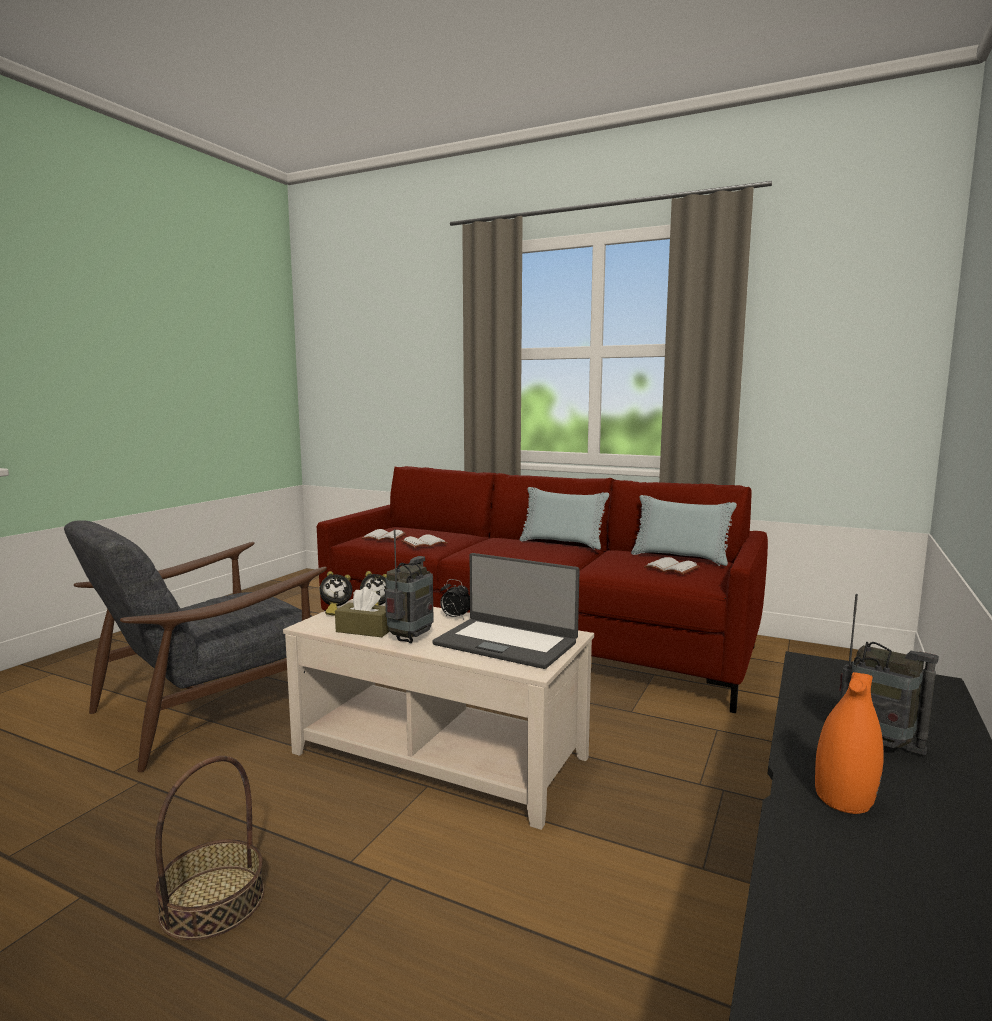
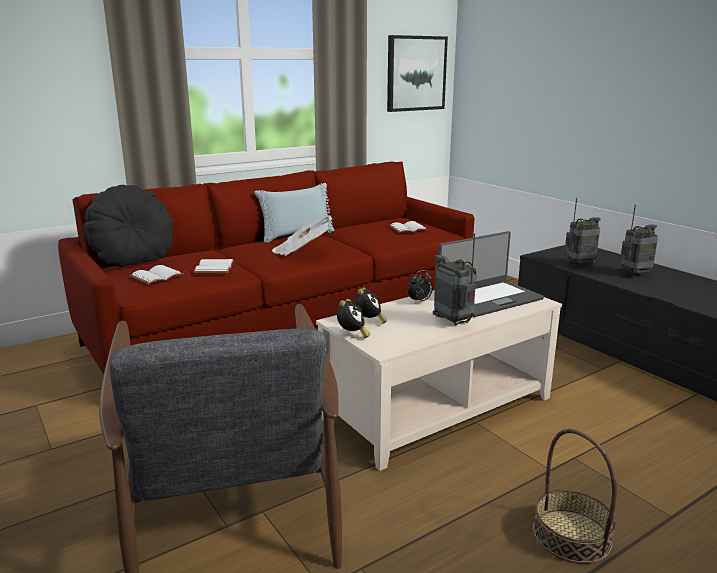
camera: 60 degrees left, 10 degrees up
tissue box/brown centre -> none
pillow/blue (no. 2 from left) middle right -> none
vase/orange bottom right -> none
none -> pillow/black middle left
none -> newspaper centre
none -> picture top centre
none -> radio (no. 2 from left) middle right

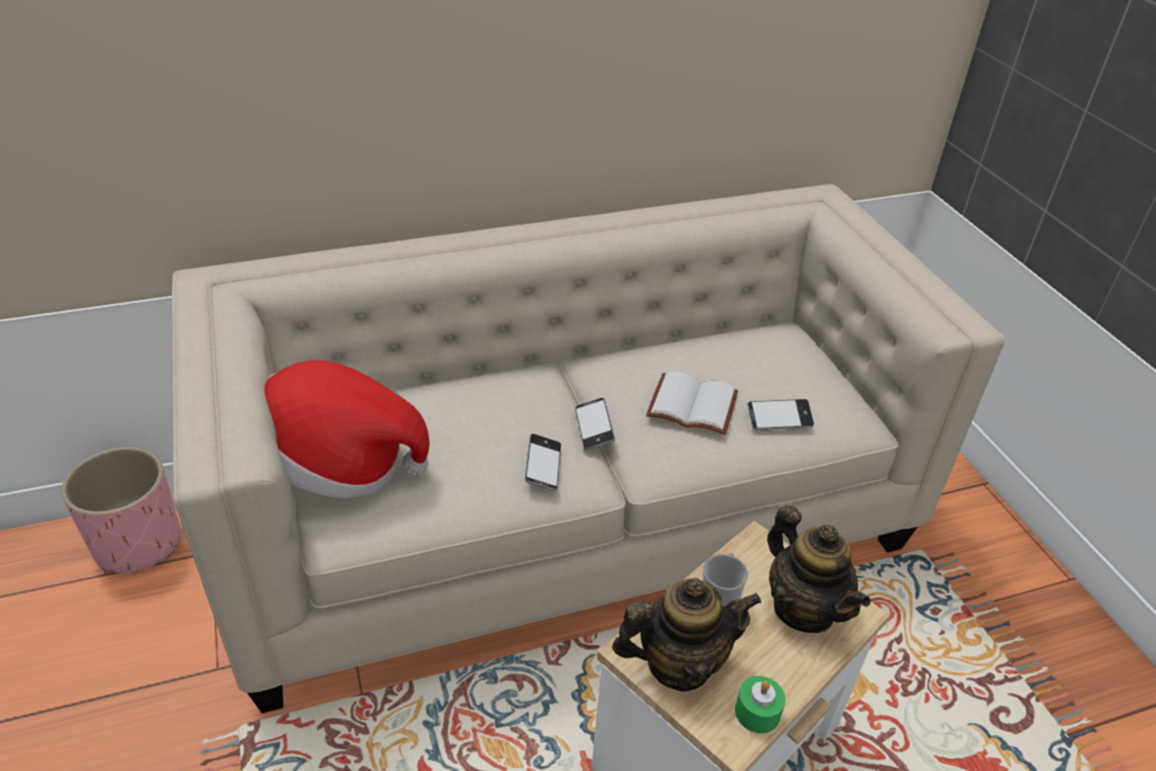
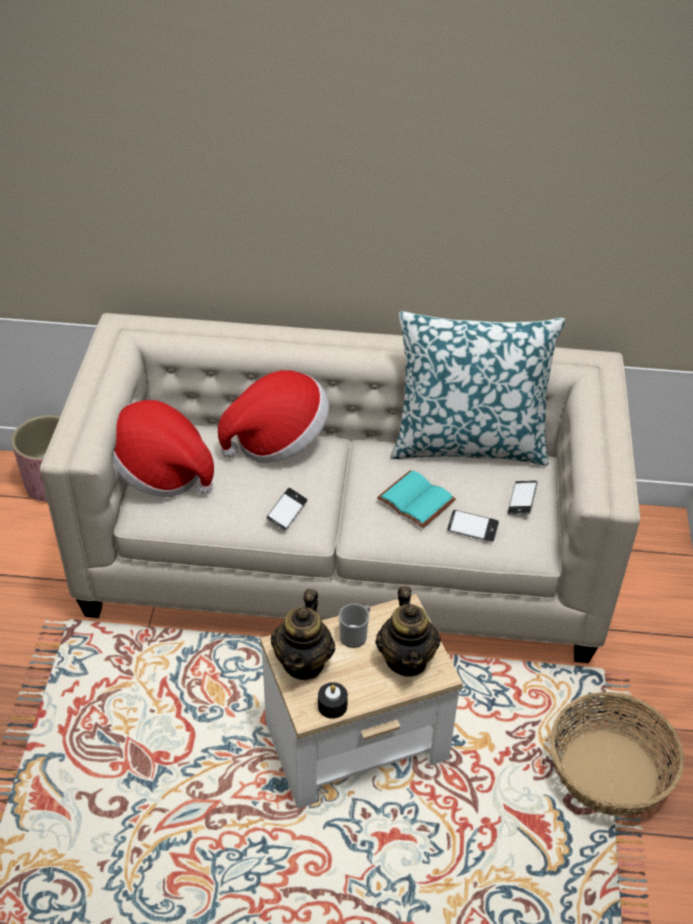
camera: 25 degrees right, 5 degrees up
phone (no. 2 from left in the first image) centre -> phone (no. 3 from left) middle right, relocated
teapot (no. 1 from left) bottom centre, 90 degrees clockwise
book/white centre -> book/turquoise centre
candle/green bottom centre -> candle/black bottom centre
none -> hat (no. 2 from left) centre
none -> pillow middle right
none -> basket bottom right

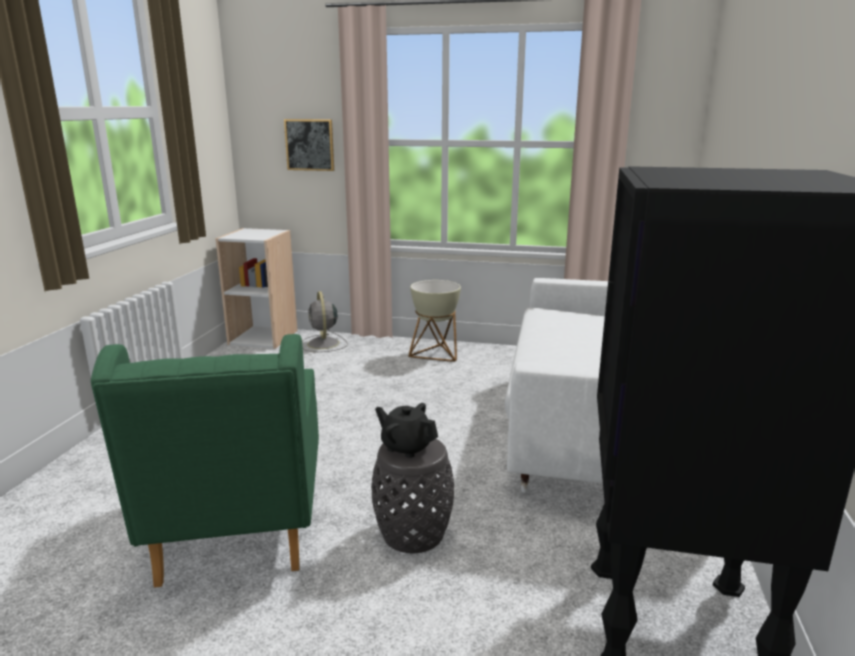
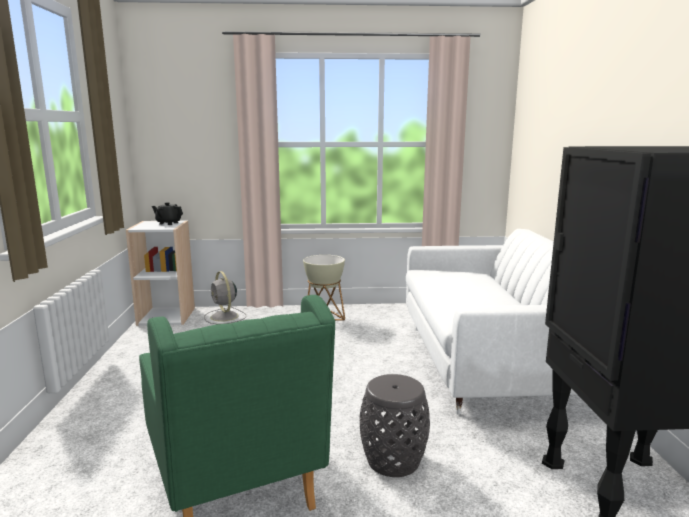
camera: 15 degrees left, 5 degrees down
picture top centre -> none
teapot/black centre -> teapot/black middle left, relocated

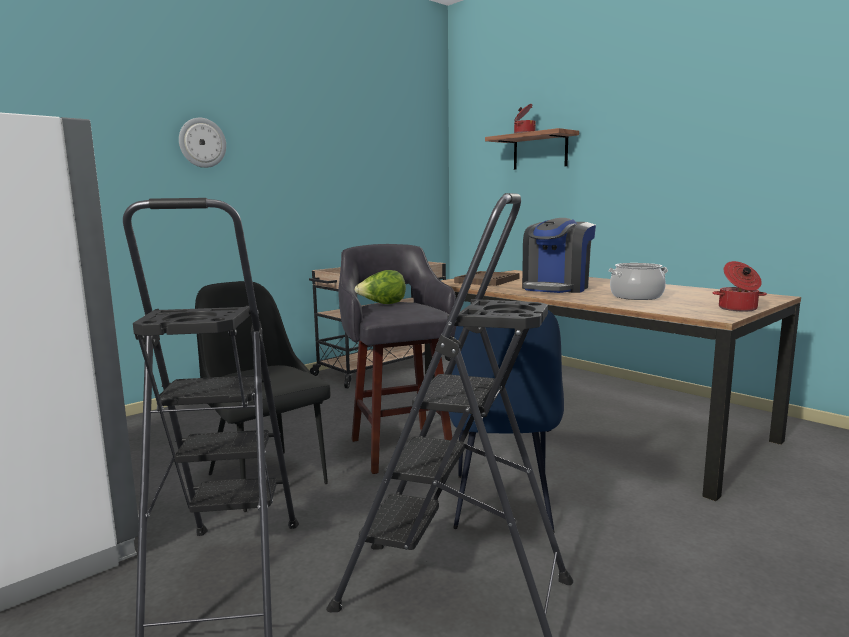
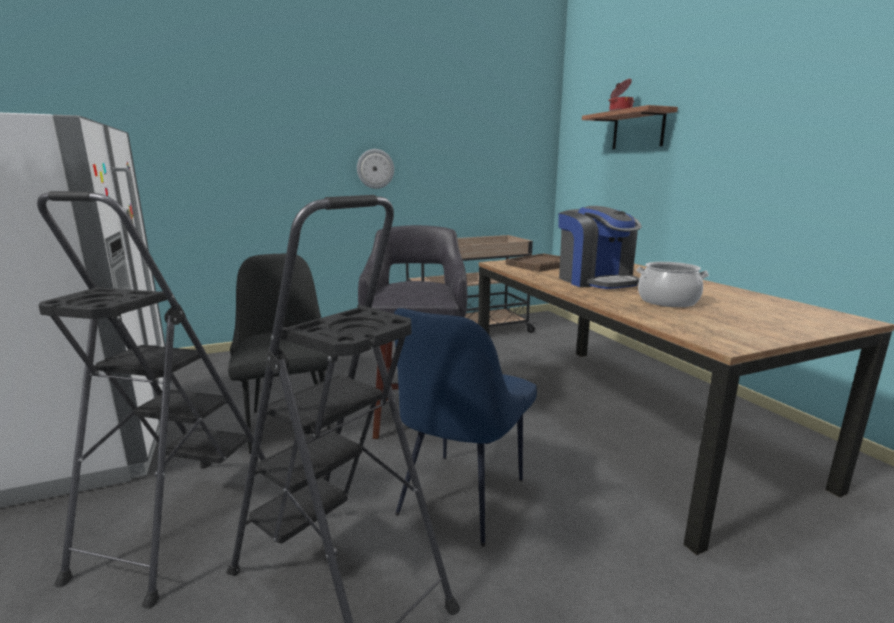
camera: 20 degrees right, 5 degrees up
wall clock top left -> wall clock top centre, relocated
lettuce centre -> none
coffee machine centre -> coffee machine middle right, 75 degrees counterclockwise
cooking pot (no. 3 from left) middle right -> none

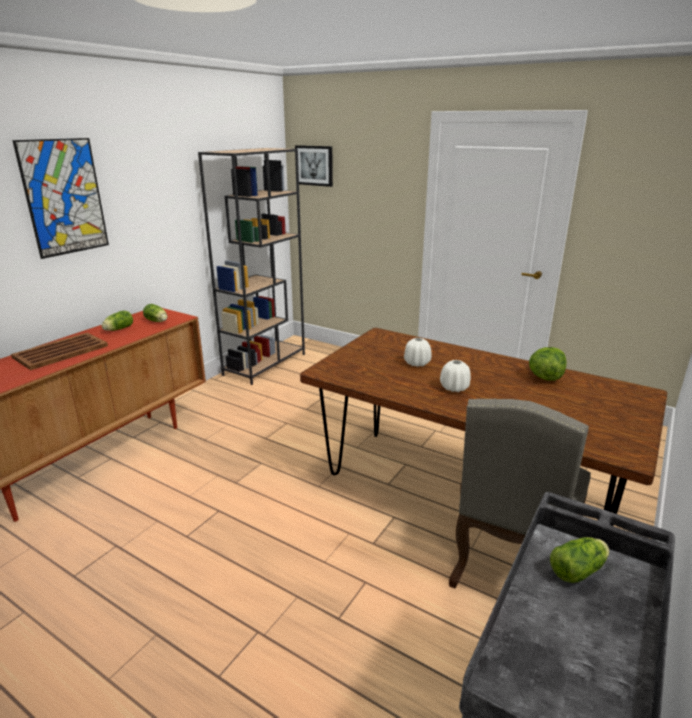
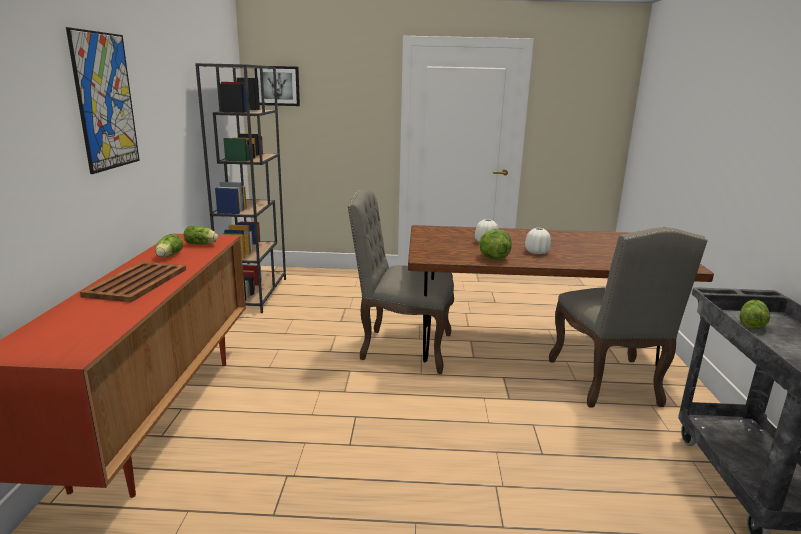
camera: 30 degrees left, 5 degrees down
lettuce (no. 3 from left) middle right -> lettuce (no. 3 from left) centre, relocated
none -> chair/grey (no. 1 from left) centre

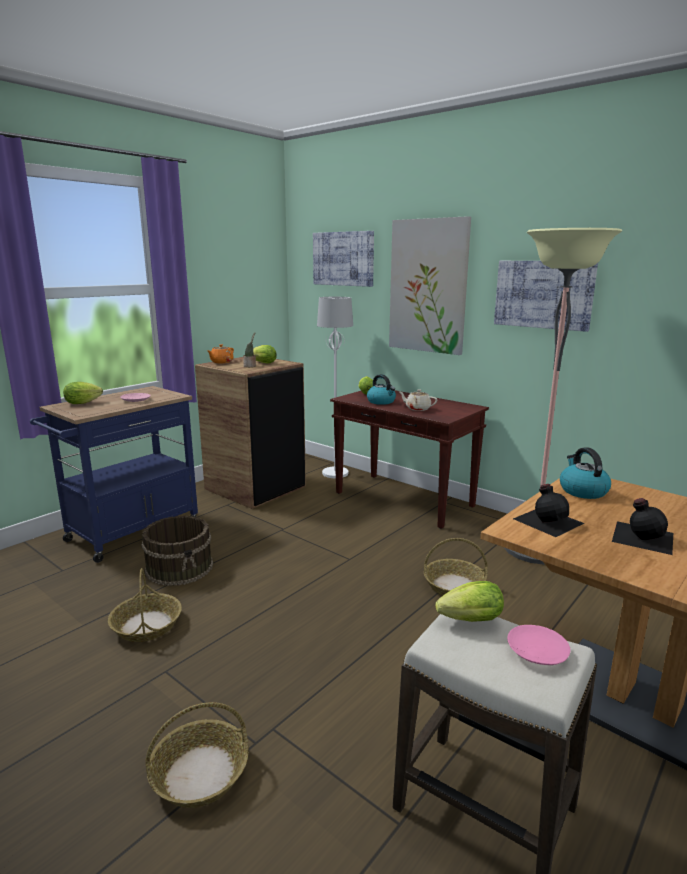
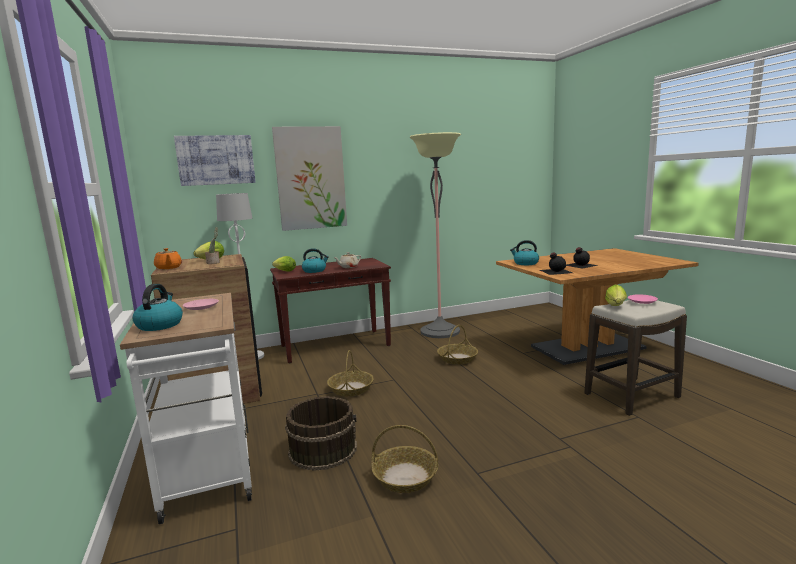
camera: 60 degrees left, 5 degrees down
cart/blue middle left -> cart/white bottom left
lettuce (no. 1 from left) middle left -> kettle (no. 1 from left) middle left
basket (no. 2 from left in the first image) bottom left -> basket (no. 1 from left) centre, relocated
picture (no. 3 from left) middle right -> none

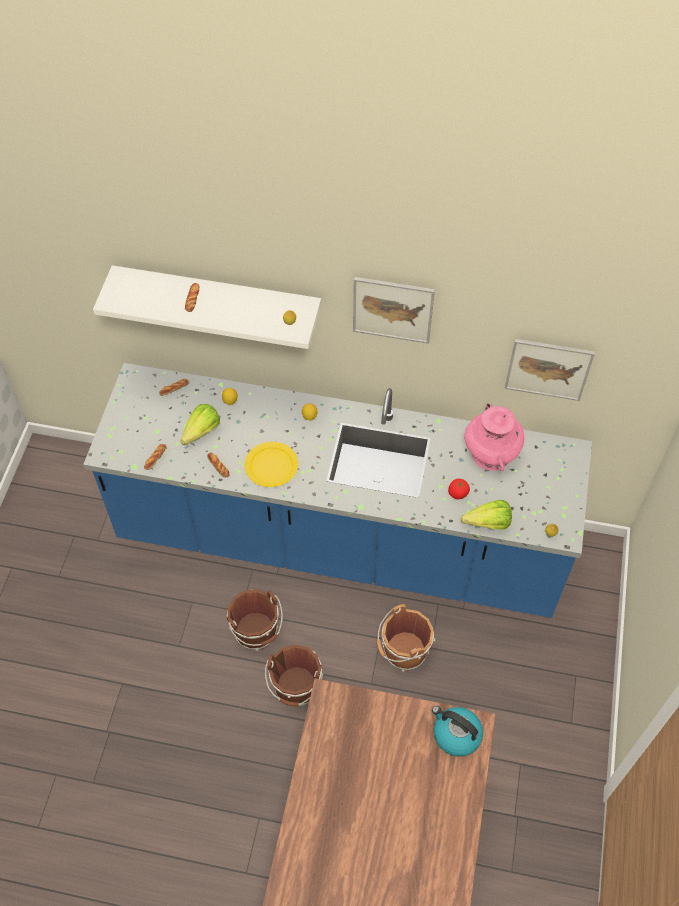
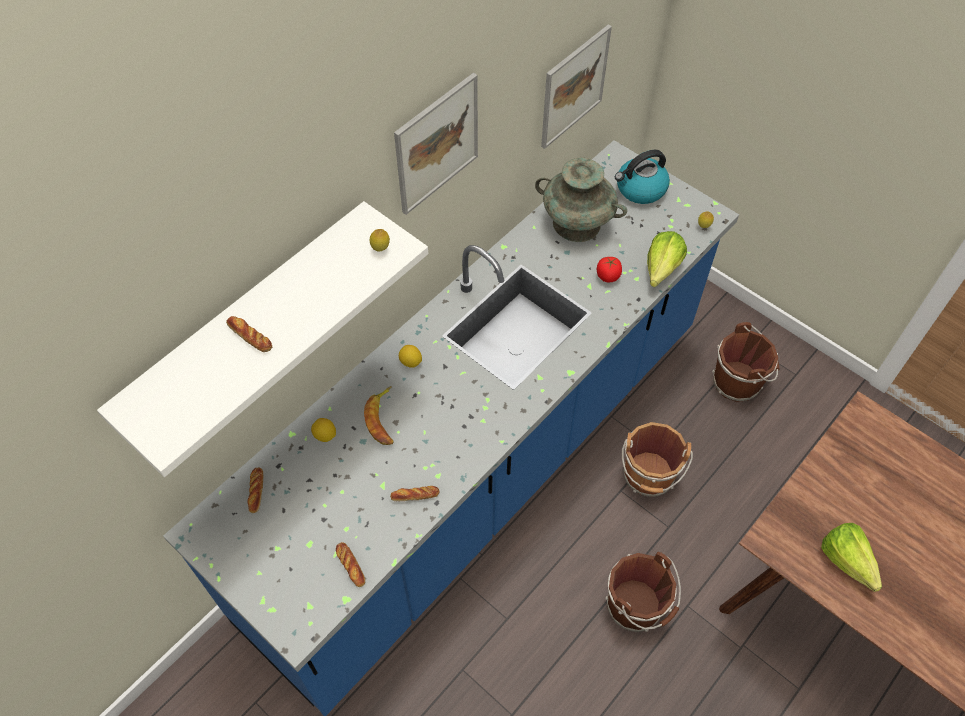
camera: 60 degrees left, 0 degrees up
lettuce (no. 1 from left in the first image) middle left -> lettuce (no. 2 from left) bottom right, relocated
bucket/brown (no. 1 from left in the first image) bottom centre -> bucket/brown (no. 3 from left) middle right, relocated
plate/yellow centre -> none
kettle bottom right -> kettle top centre, relocated
vase/pink middle right -> vase/turquoise top centre
none -> banana centre

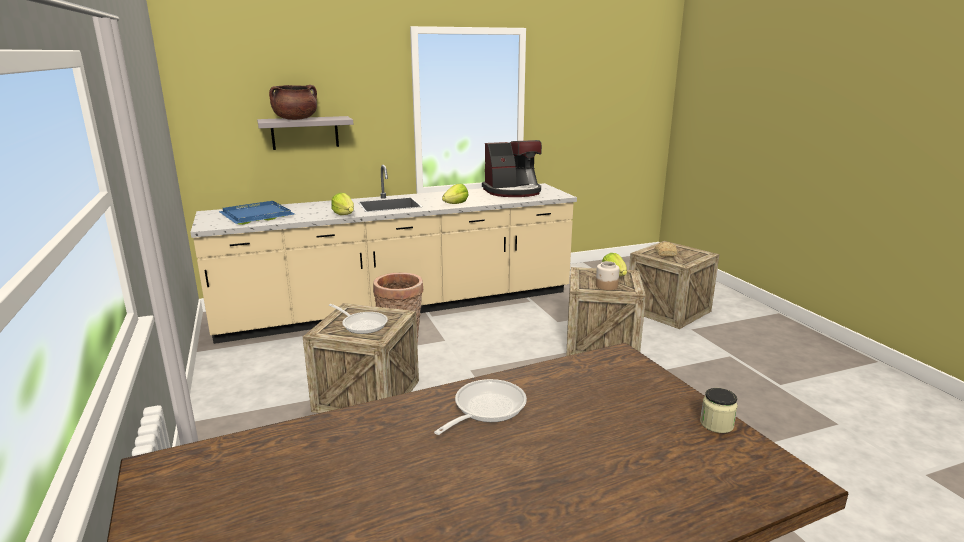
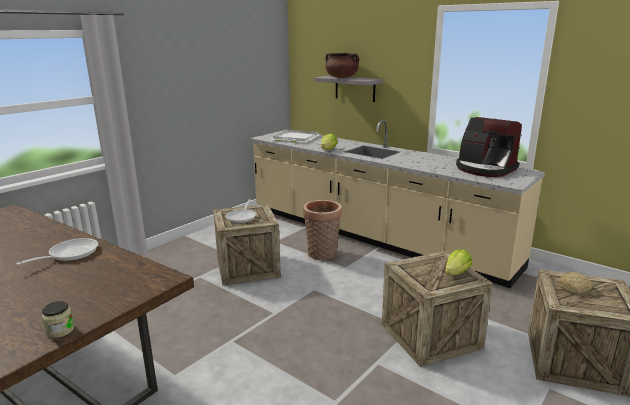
camera: 60 degrees right, 0 degrees up
tray/blue middle left -> tray/white centre
frying pan (no. 2 from left in the first image) bottom centre -> frying pan (no. 1 from left) middle left, 60 degrees counterclockwise
lettuce (no. 2 from left) centre -> none
jar (no. 1 from left) centre -> none

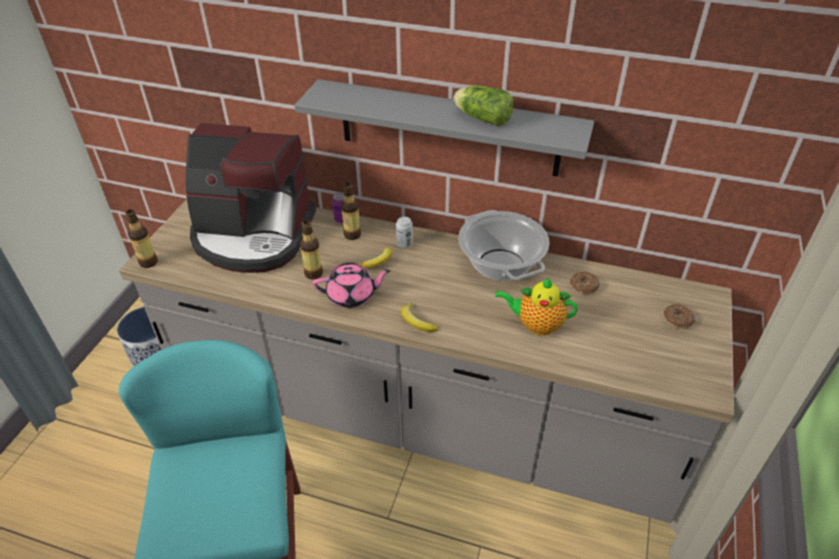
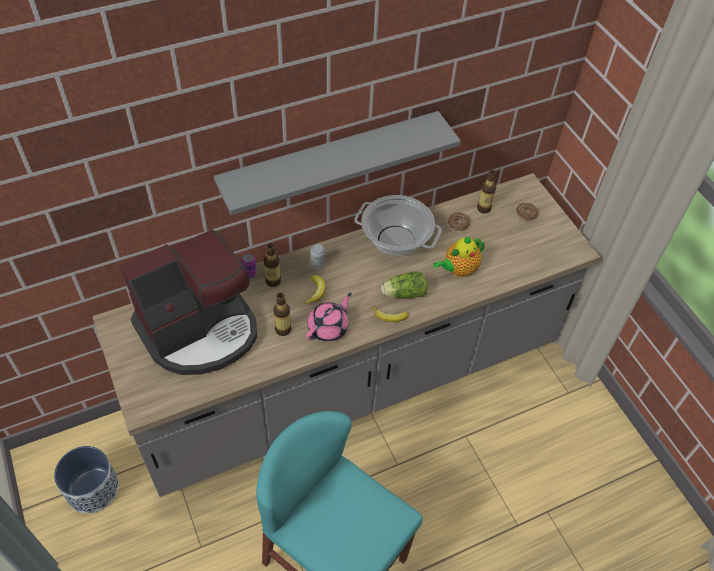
camera: 45 degrees left, 10 degrees up
bottle (no. 1 from left in the first image) middle left -> bottle (no. 3 from left) middle right, relocated
lettuce top centre -> lettuce centre, relocated

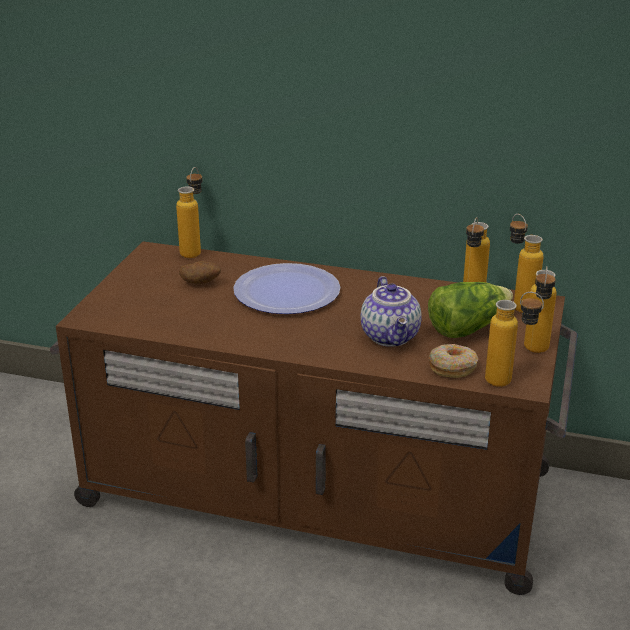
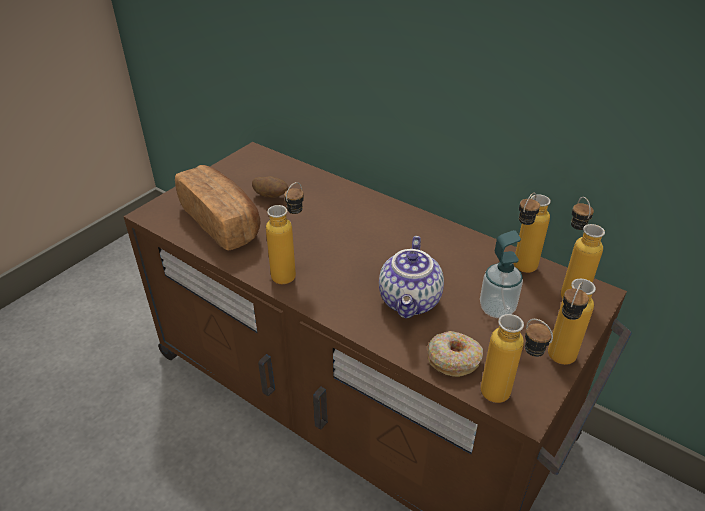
camera: 20 degrees right, 10 degrees up
bottle (no. 1 from left) middle left -> bottle (no. 1 from left) centre, relocated
plate centre -> none
lettuce middle right -> soap dispenser middle right
none -> bread middle left

